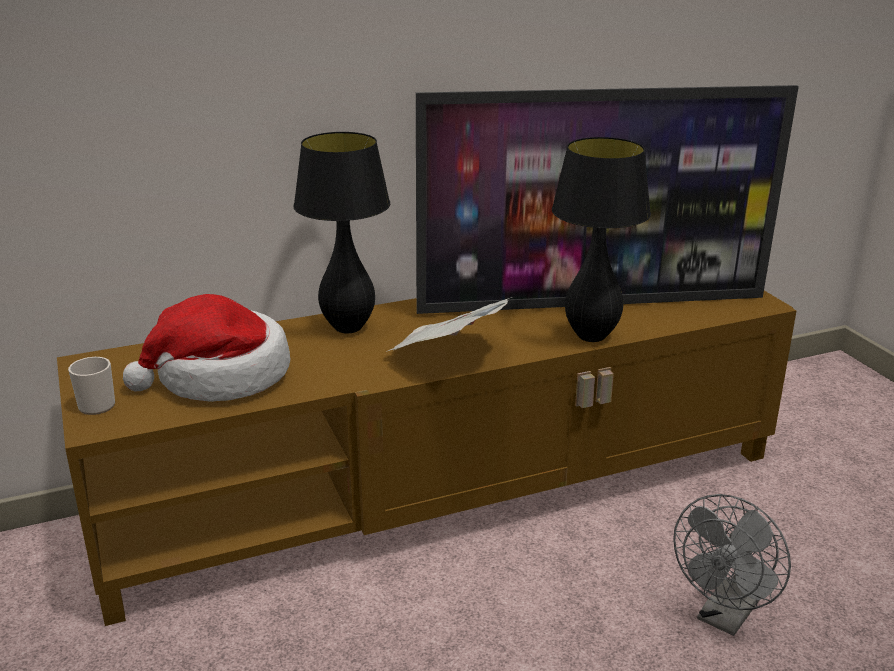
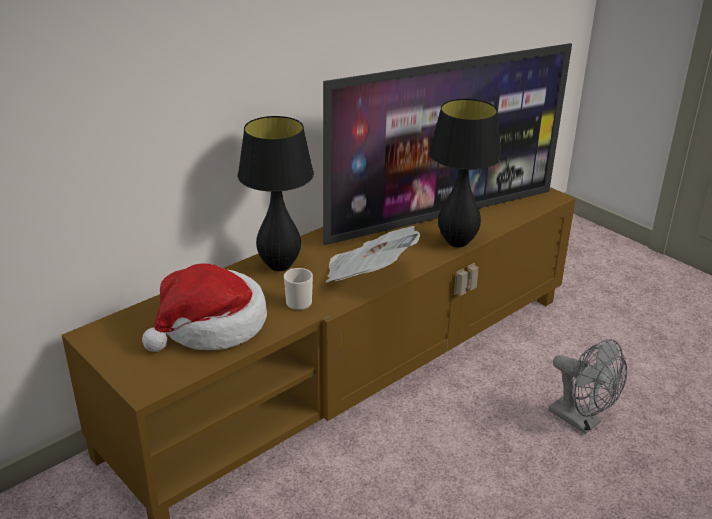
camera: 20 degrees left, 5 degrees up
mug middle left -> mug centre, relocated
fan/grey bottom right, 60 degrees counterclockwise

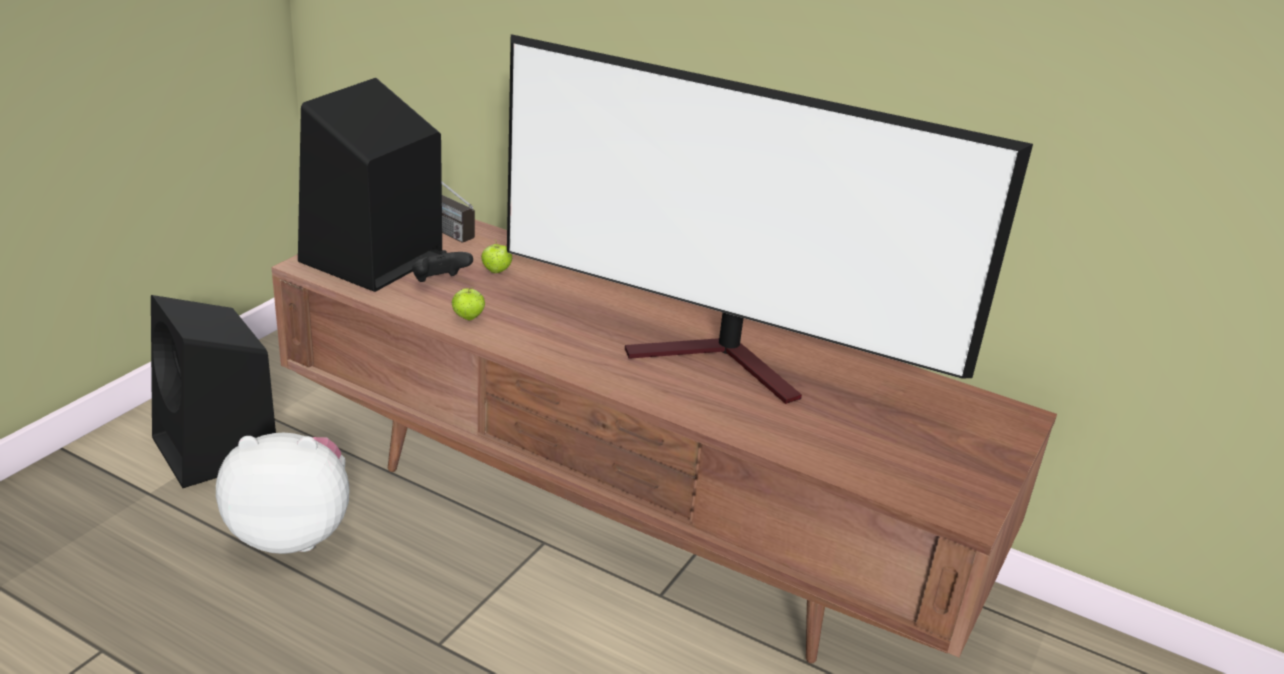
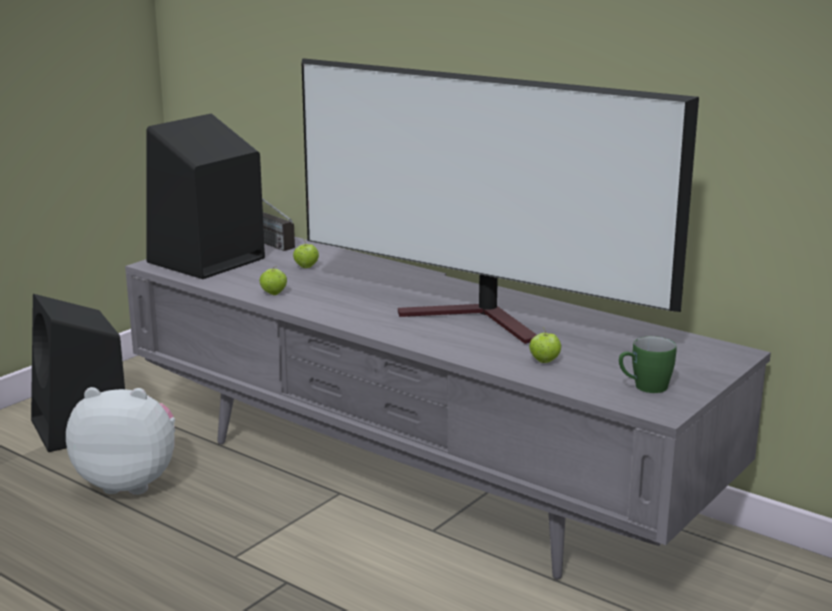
camera: 10 degrees right, 10 degrees down
tv stand/brown centre -> tv stand/grey bottom centre
game controller/black centre -> none
none -> apple (no. 3 from left) centre
none -> mug/green middle right

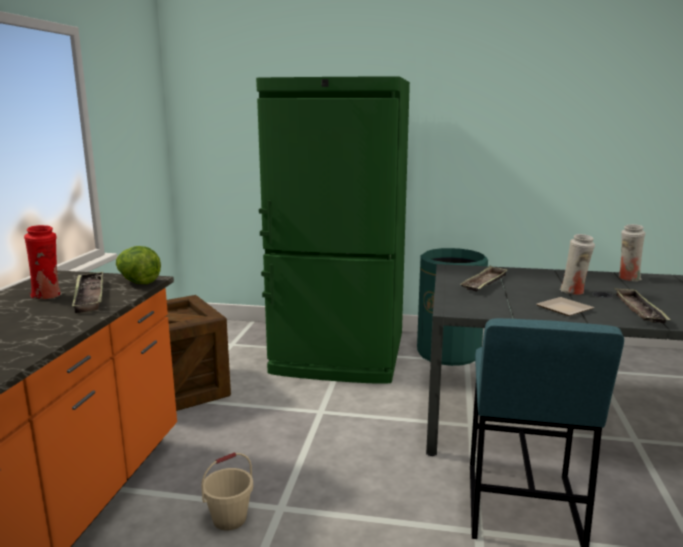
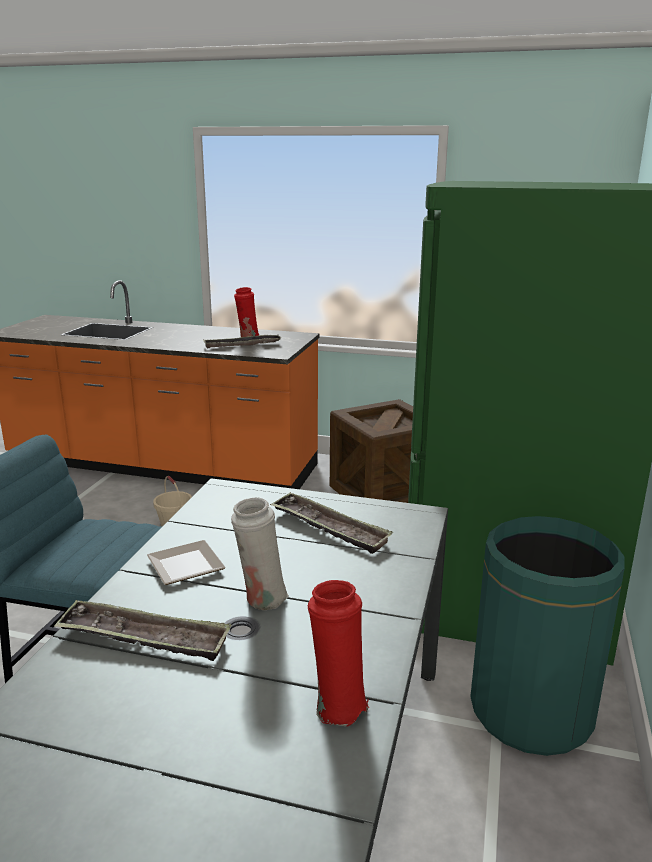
camera: 95 degrees right, 5 degrees up
lettuce middle left -> none
vase/white (no. 2 from left) middle right -> vase/red (no. 2 from left) bottom centre

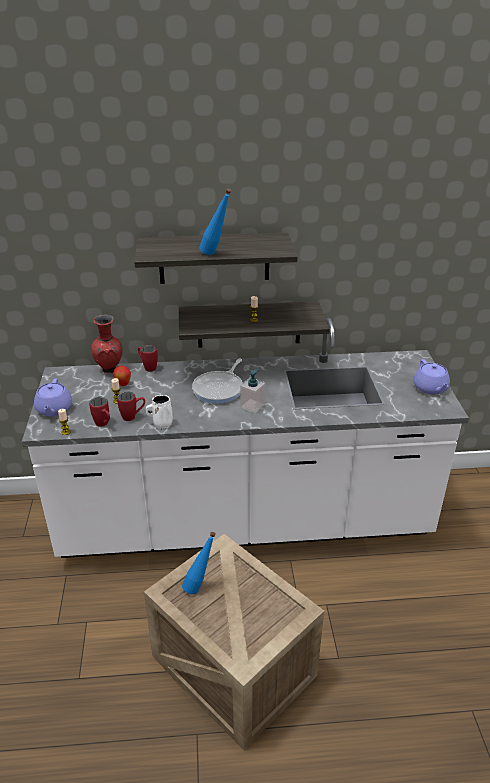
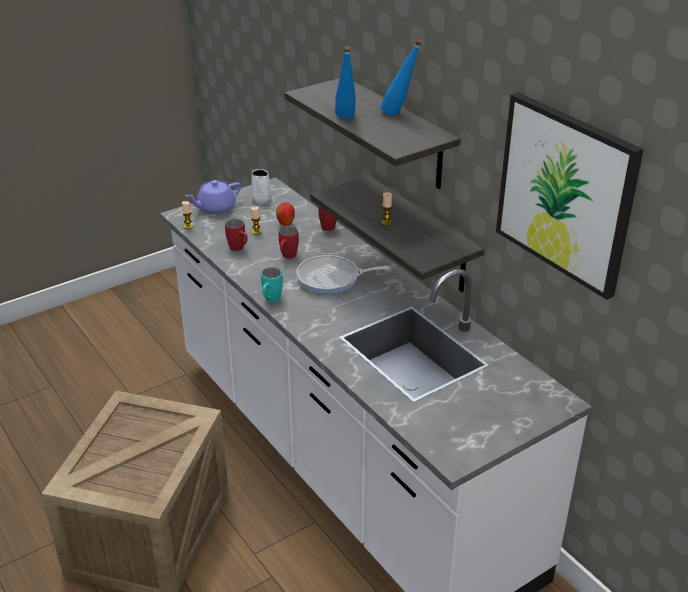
camera: 60 degrees right, 0 degrees up
mug/red (no. 1 from left in the first image) middle left -> mug/red (no. 2 from left) centre, relocated
vase/red middle left -> none
mug/white middle left -> mug/white top centre, relocated
bottle/blue (no. 1 from left in the first image) bottom centre -> bottle/blue (no. 2 from left) top centre, relocated
soap dispenser centre -> none
teapot/purple (no. 2 from left) middle right -> none
none -> mug/turquoise centre
none -> picture top right

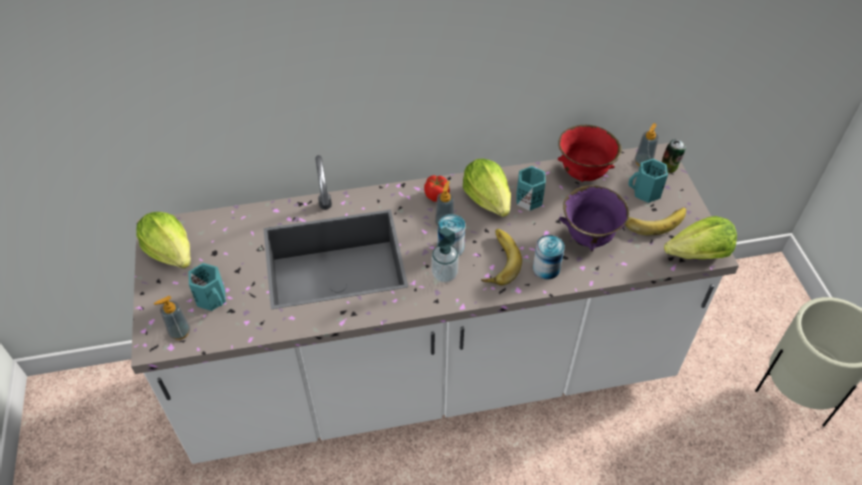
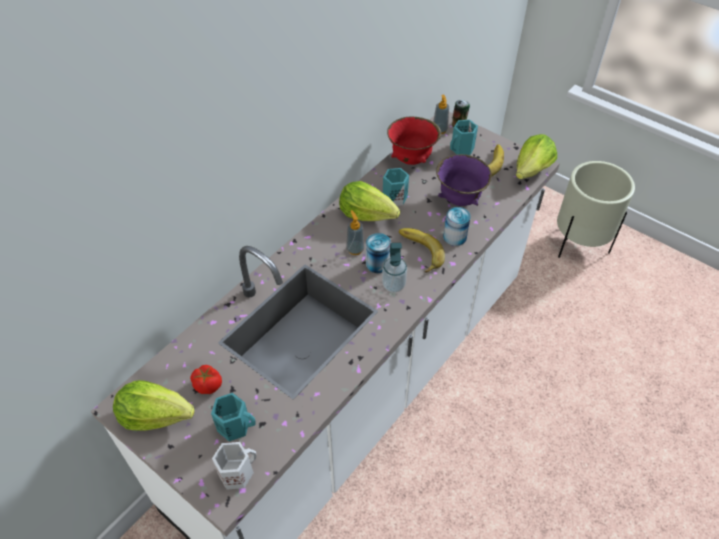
camera: 40 degrees left, 0 degrees up
soap dispenser (no. 1 from left) middle left -> mug/white bottom left
tomato centre -> tomato bottom left, relocated

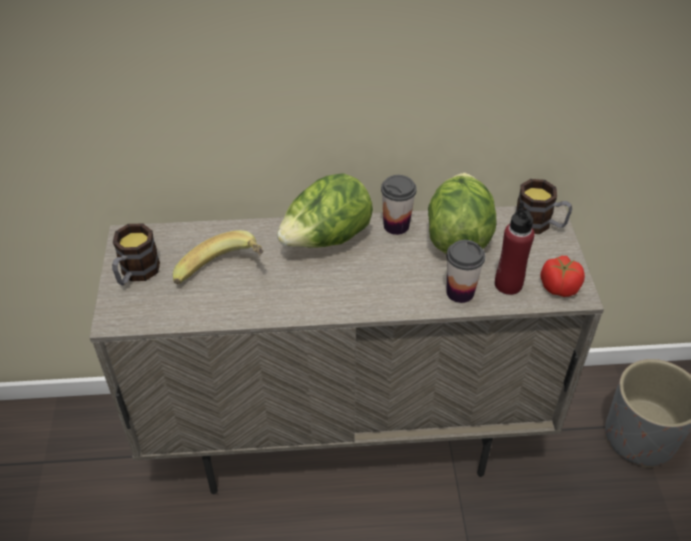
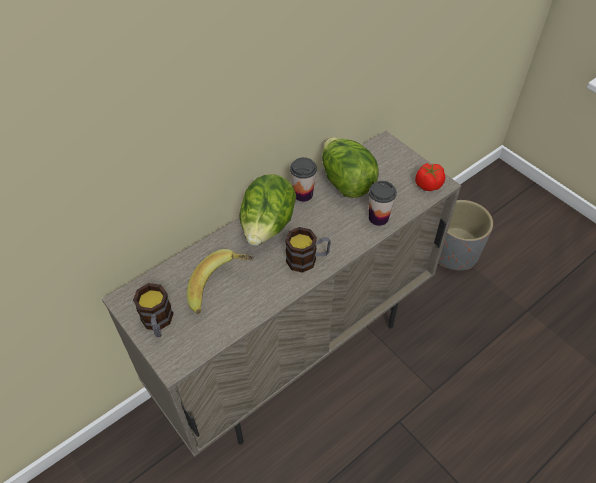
camera: 35 degrees left, 5 degrees up
bottle/red middle right -> none
mug (no. 2 from left) middle right -> mug (no. 2 from left) centre, relocated

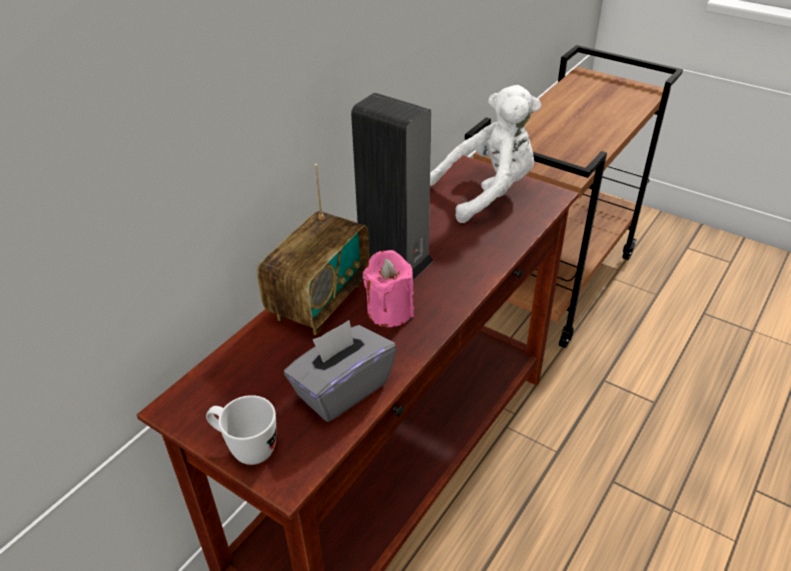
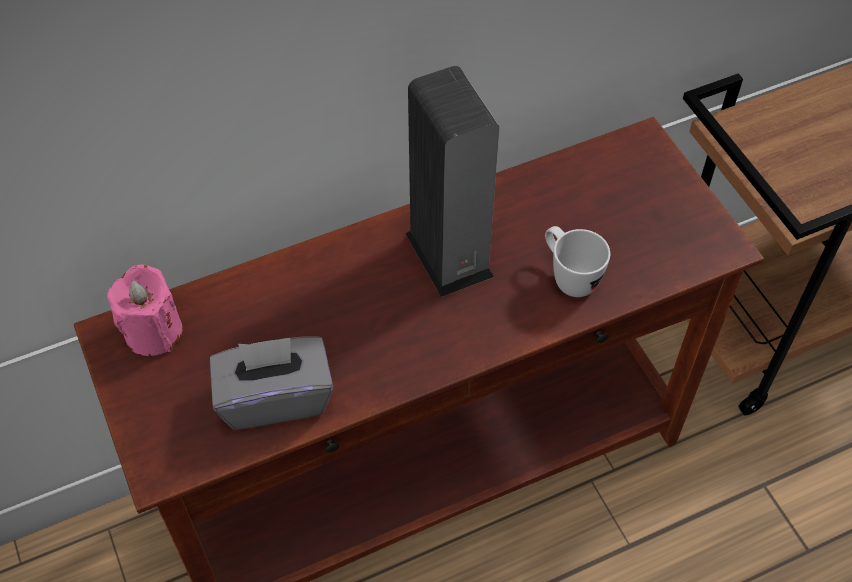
camera: 30 degrees right, 15 degrees up
mug/white bottom left -> mug/white middle right, relocated
radio centre -> none
candle/pink centre -> candle/pink middle left, relocated
plush toy/white top centre -> none

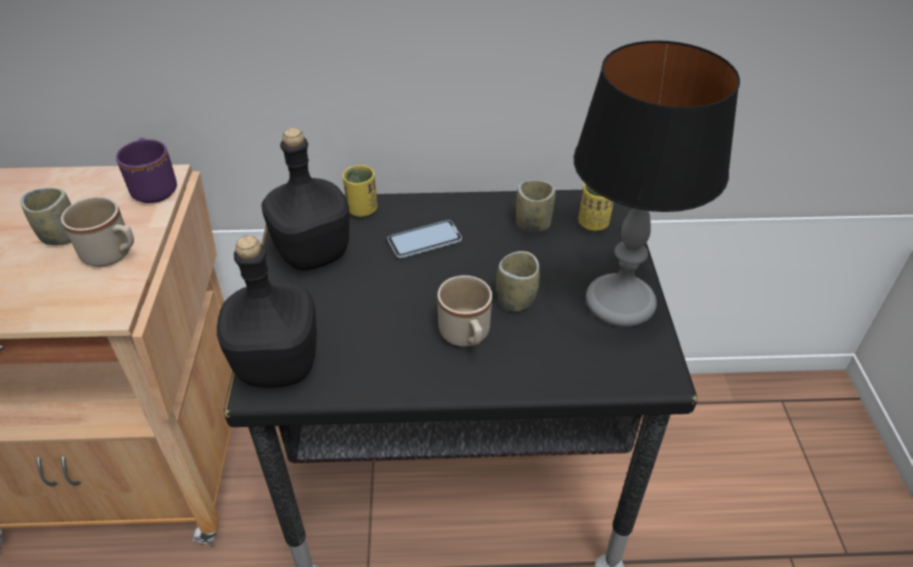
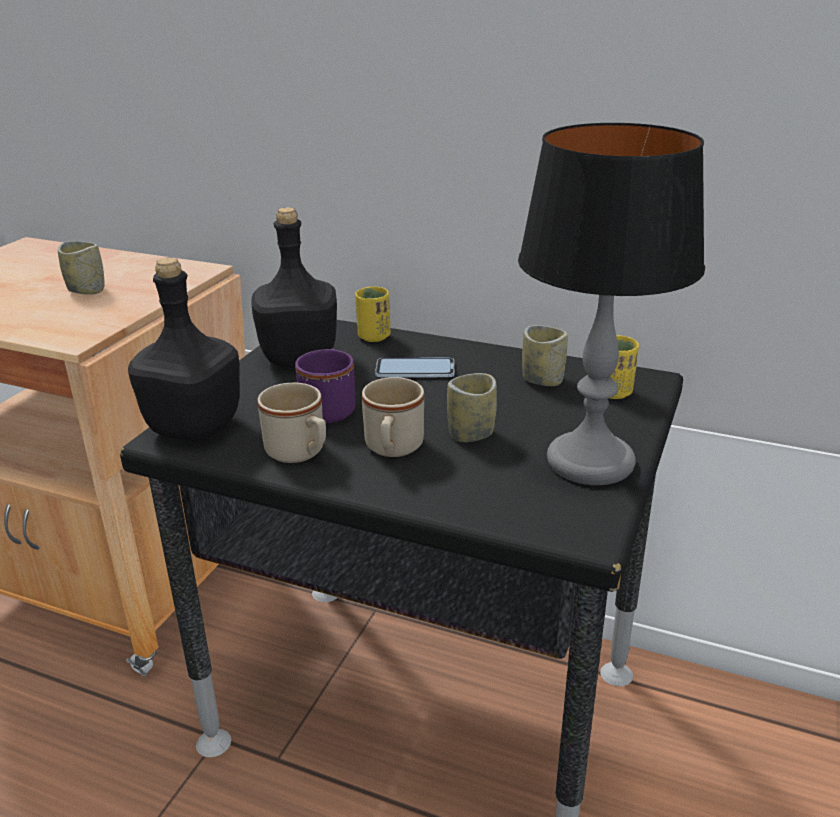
camera: 25 degrees right, 15 degrees down
mug/beige (no. 1 from left) middle left -> mug/beige (no. 1 from left) centre, relocated
mug/purple top left -> mug/purple centre, relocated

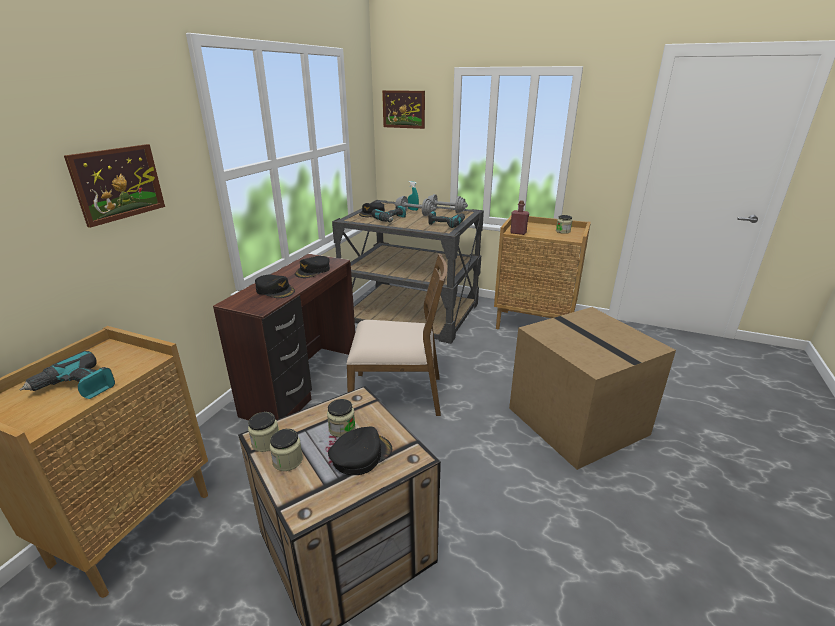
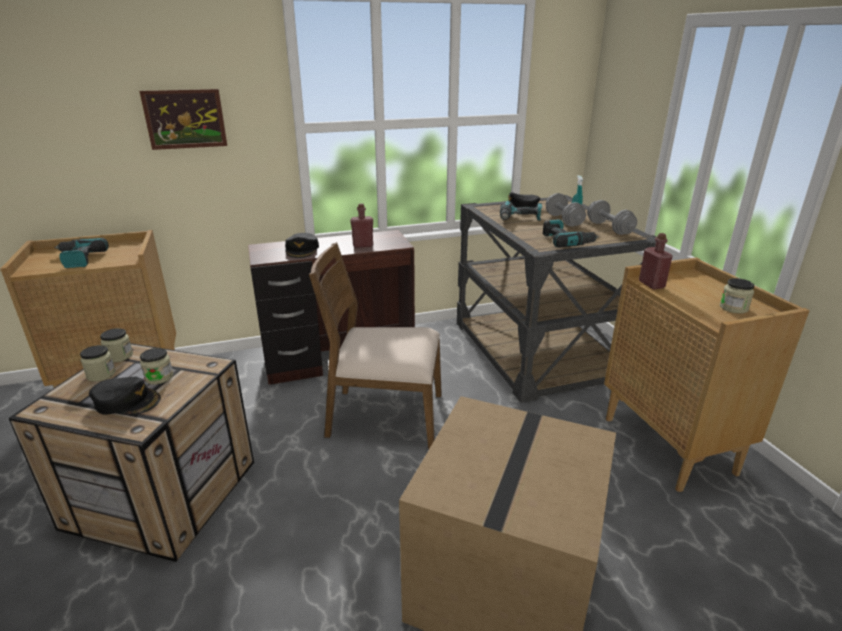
camera: 50 degrees right, 0 degrees up
cap/black (no. 2 from left) centre -> bottle/red (no. 1 from left) centre
chair/brown centre, 135 degrees clockwise
picture (no. 2 from left) top centre -> none

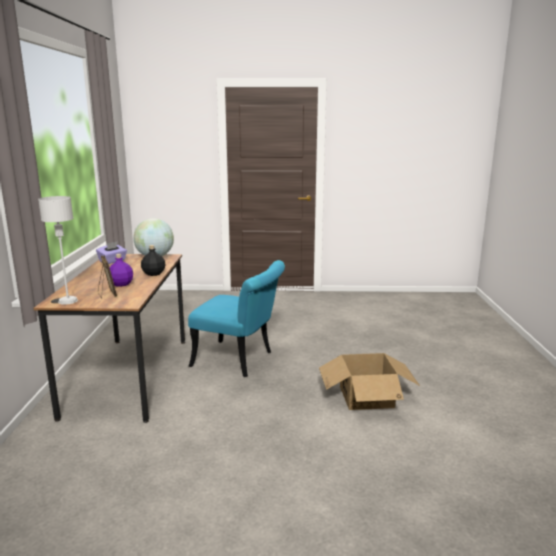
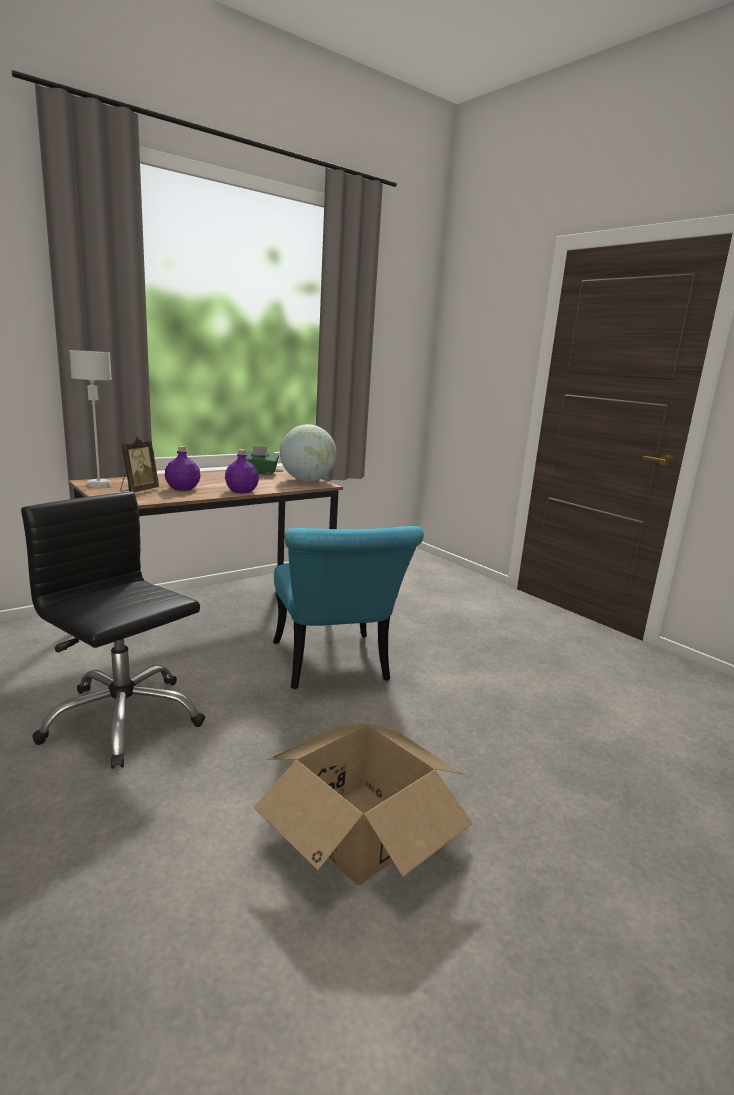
camera: 50 degrees right, 0 degrees up
tissue box/purple middle left -> tissue box/green centre
bottle/black middle left -> bottle/purple (no. 2 from left) middle left
none -> office chair/black middle left

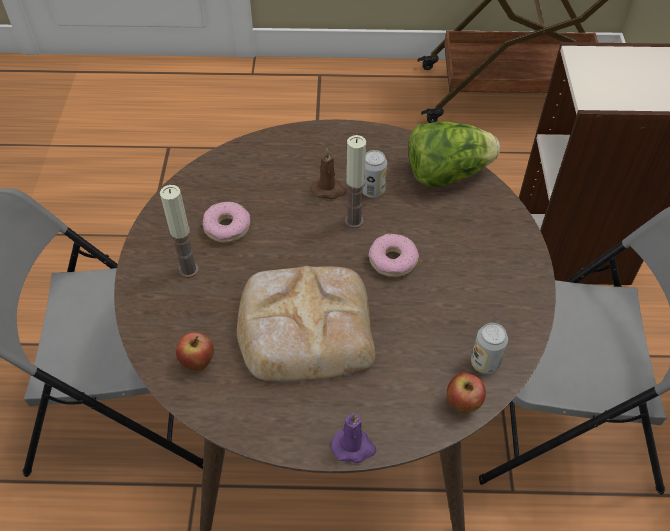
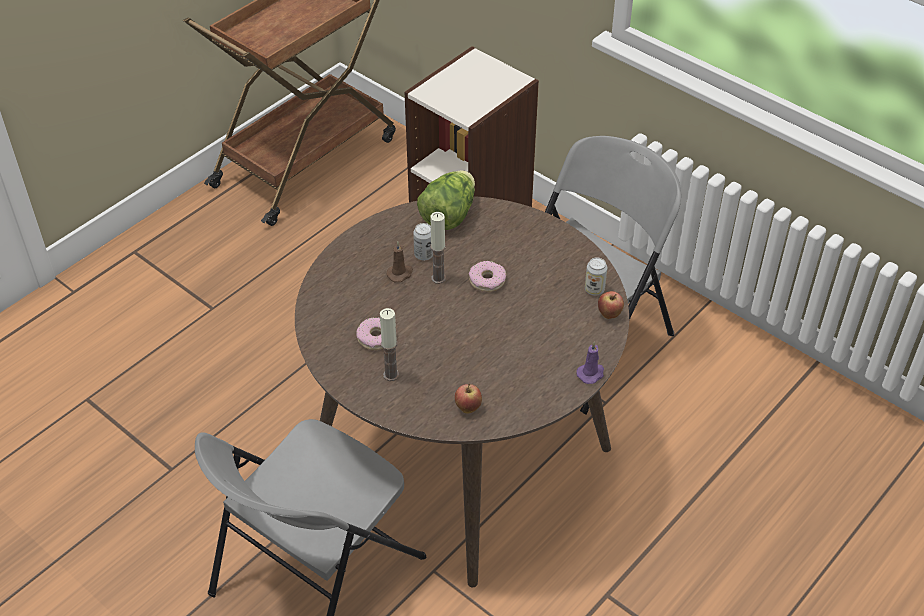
camera: 50 degrees left, 5 degrees down
bread centre -> none

